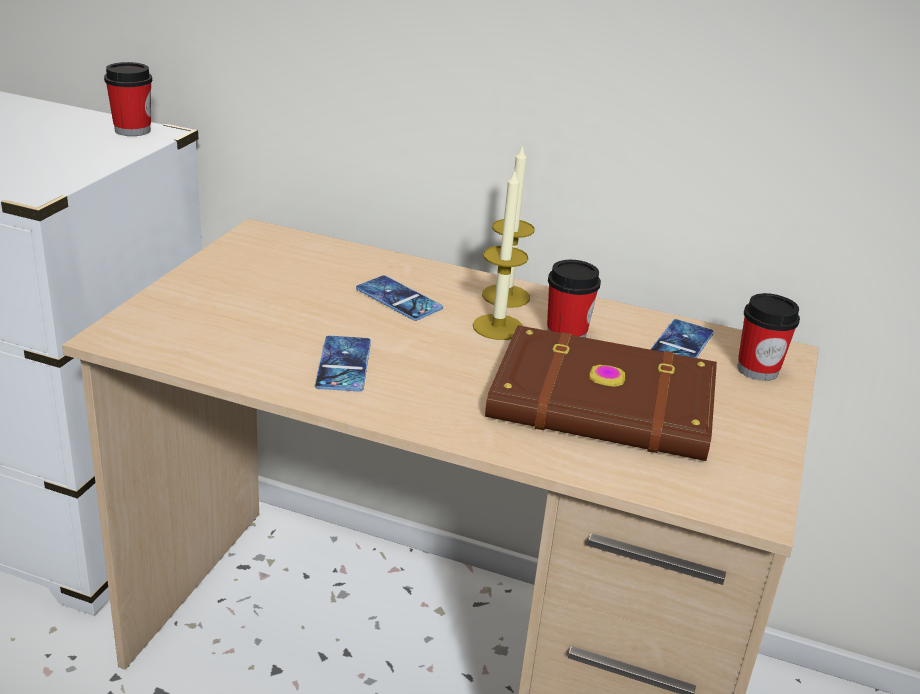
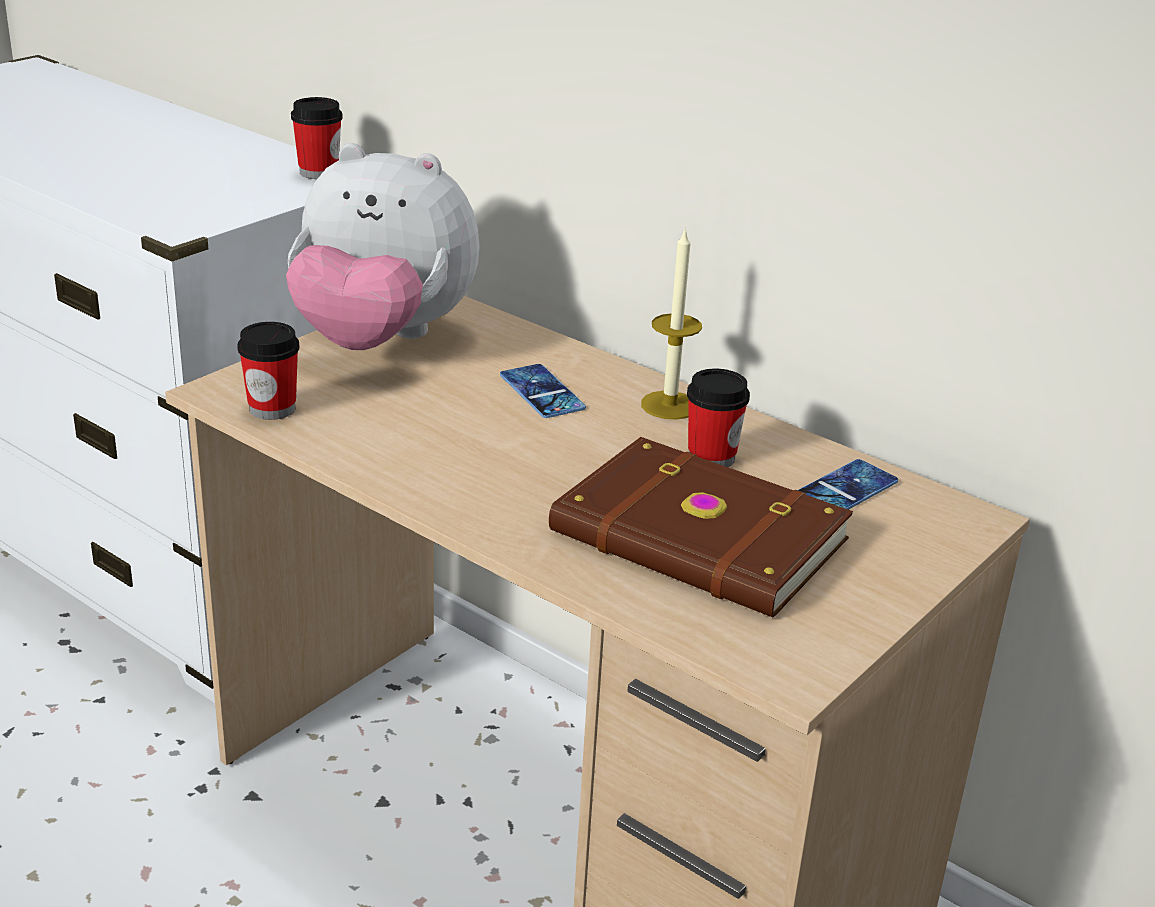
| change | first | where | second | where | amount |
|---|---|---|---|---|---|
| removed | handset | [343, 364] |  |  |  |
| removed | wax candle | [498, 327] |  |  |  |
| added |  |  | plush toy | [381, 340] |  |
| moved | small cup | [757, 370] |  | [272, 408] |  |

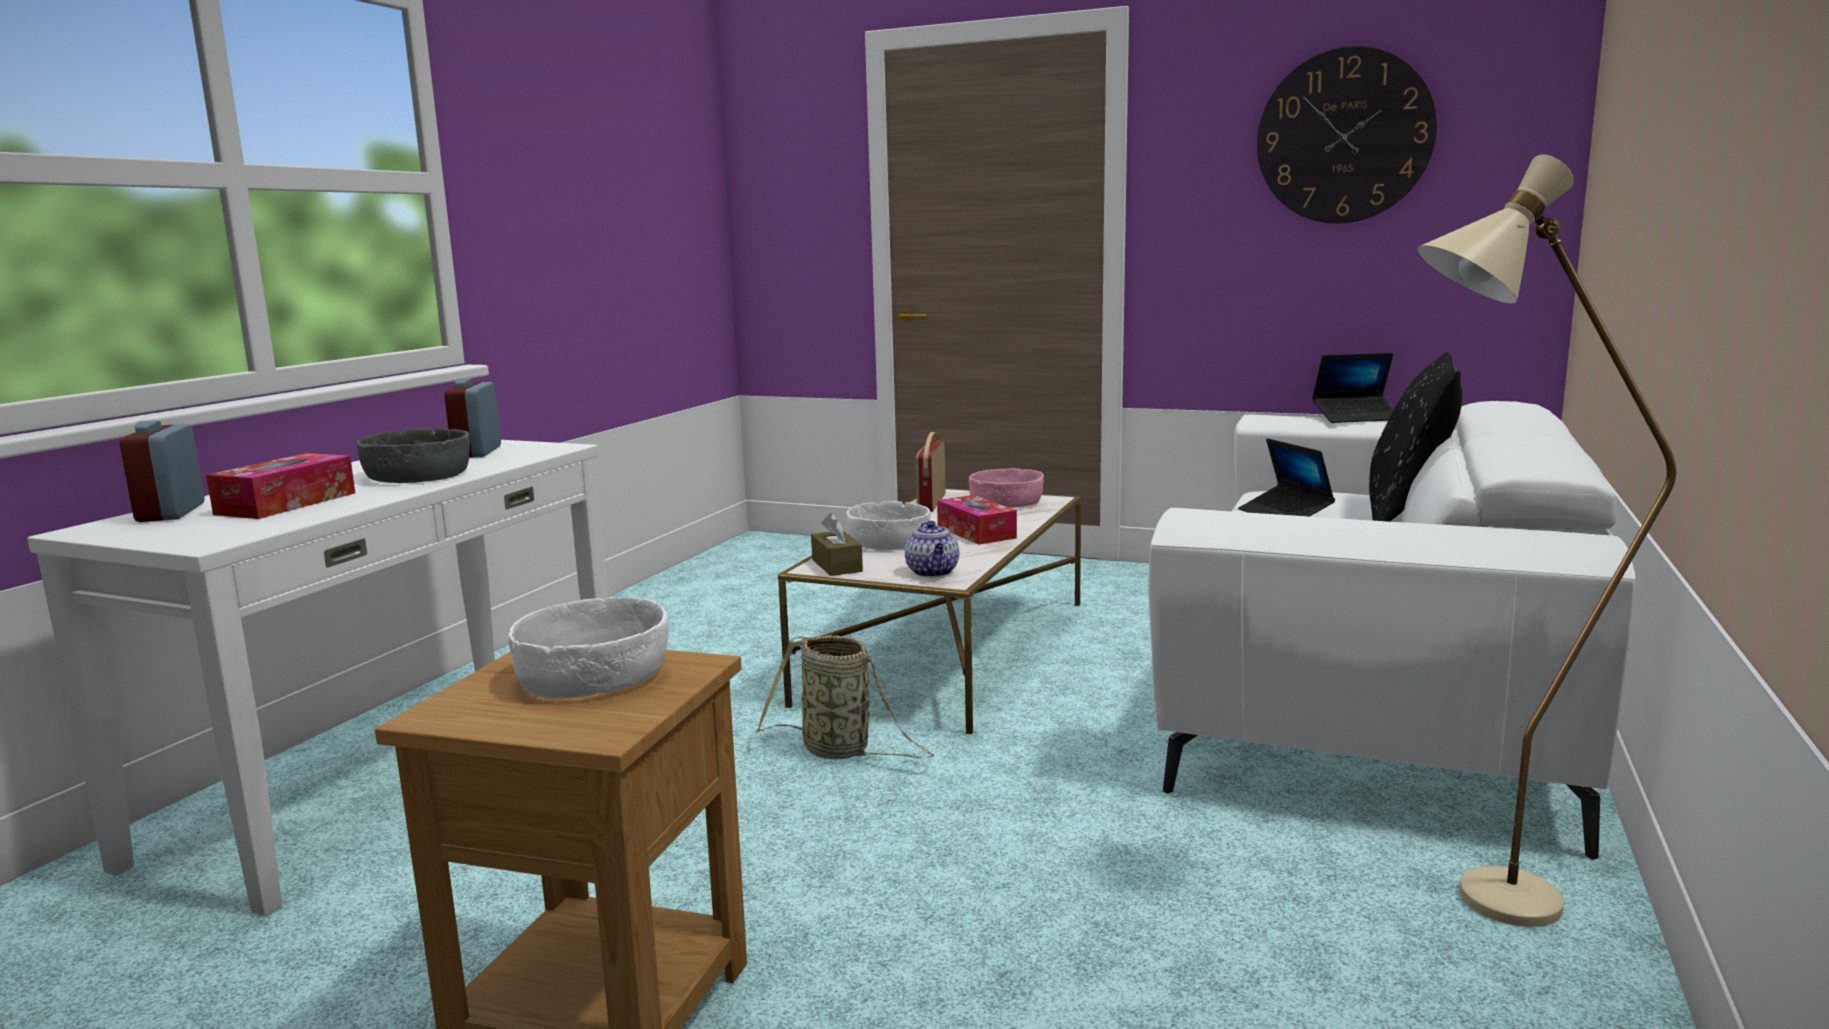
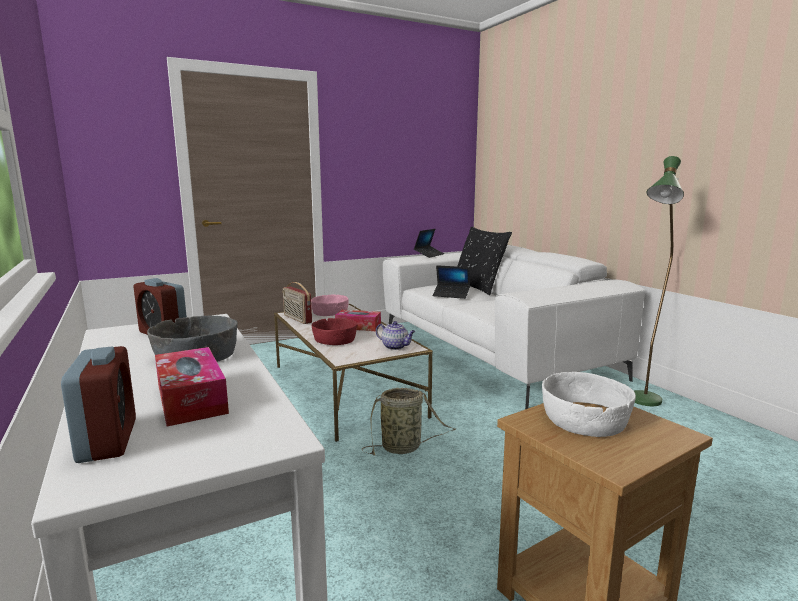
| change | first | where | second | where | amount |
|---|---|---|---|---|---|
| removed | tissue holder in brown-coloured | [837, 565] |  |  |  |
| removed | wall clock | [1344, 136] |  |  |  |
| recoloured | serving bowl in white-coloured | [889, 541] | serving bowl in red-coloured | [335, 340] |  |
| recoloured | standard lamp in sand-coloured | [1476, 904] | standard lamp in greenish | [643, 404] |  |
| turned | table clock | [171, 512] |  | [108, 440] | 135 degrees counterclockwise |

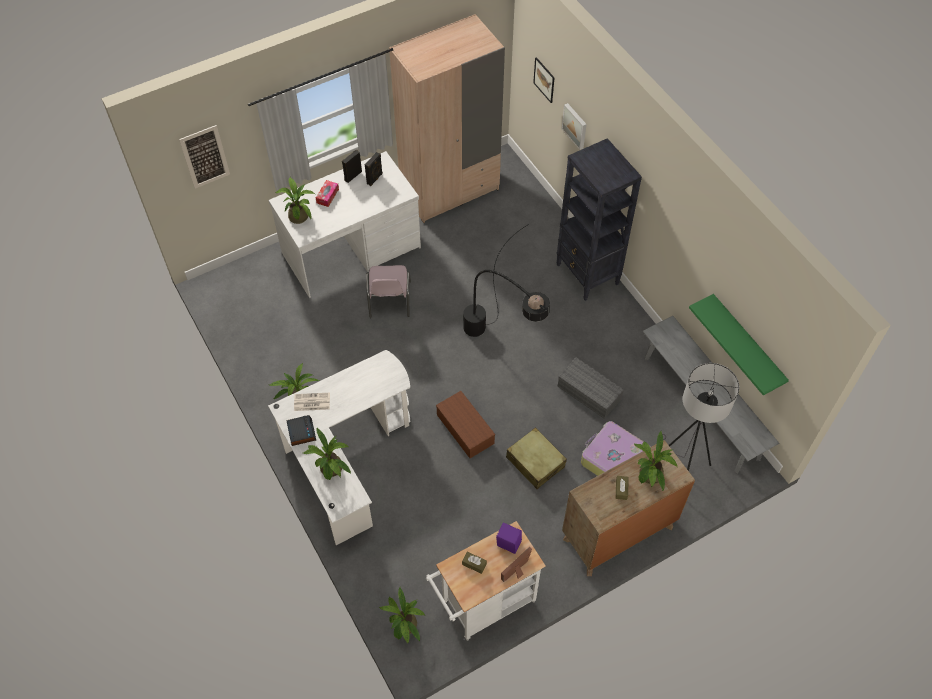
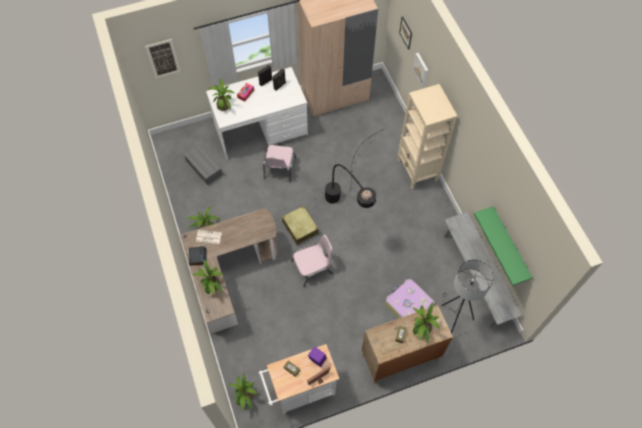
| change | first | where | second | where | amount |
|---|---|---|---|---|---|
| moved | travel case in sand-coloured | [535, 462] |  | [300, 227] |  |
| moved | storage container in grey | [590, 393] |  | [204, 168] |  |
| replaced | storage container in brown-coloured | [466, 429] | plain chair in pink | [313, 267] |  |
| recoloured | desk unit in white-coloured | [344, 457] | desk unit in brown-coloured | [229, 273] |  |
| recoloured | shelving unit in blackish | [587, 275] | shelving unit in sand-coloured | [417, 171] |  |

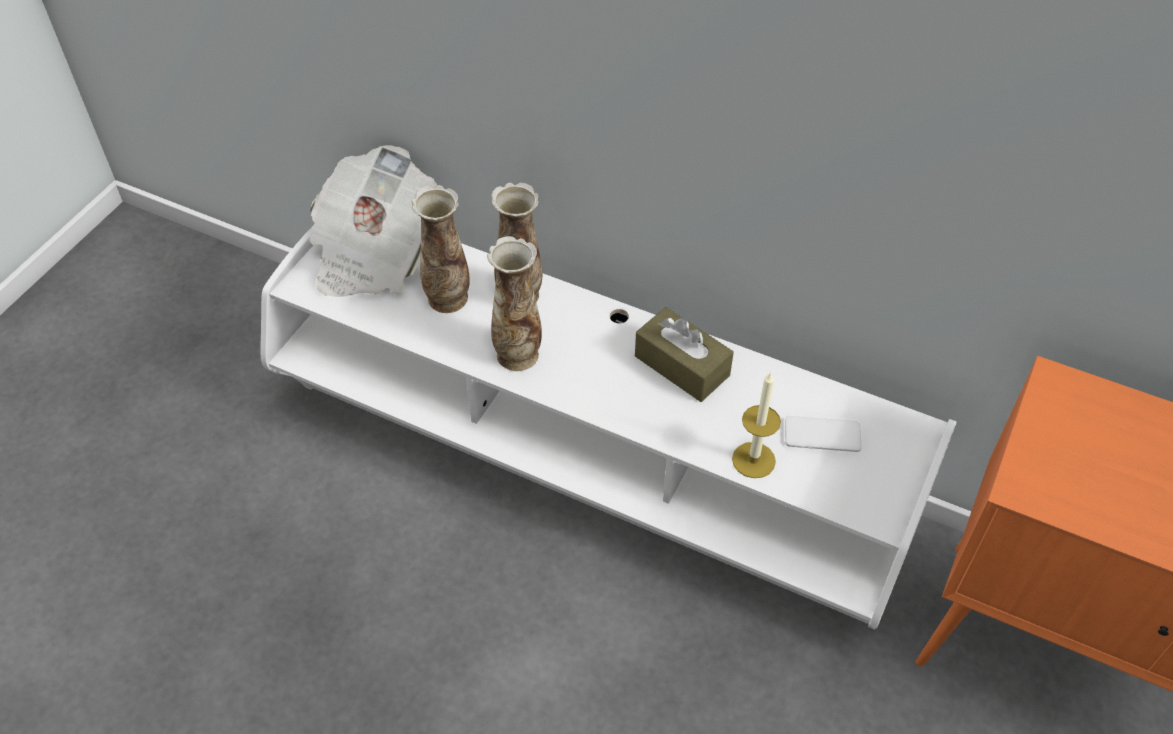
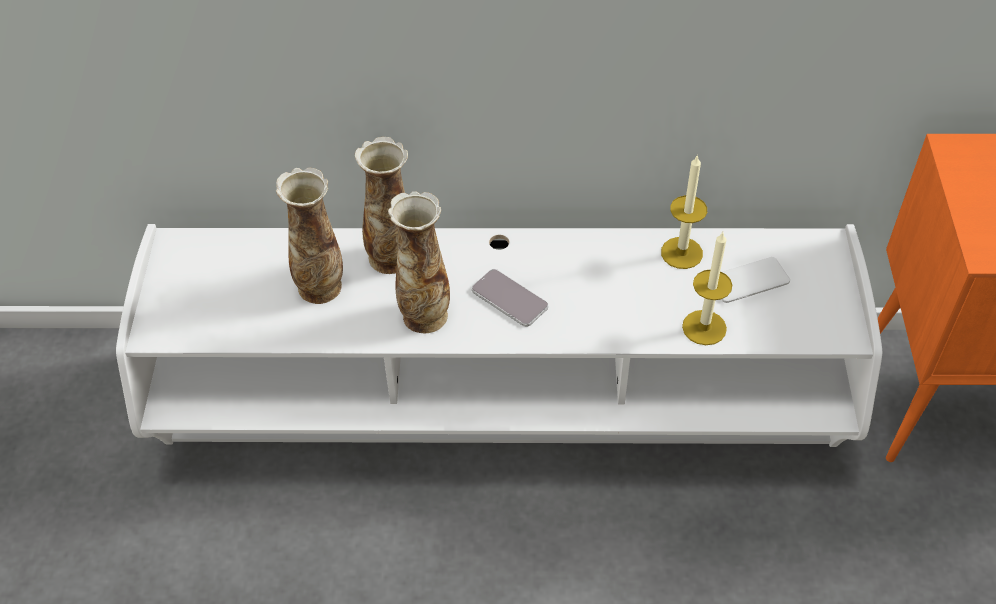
| change | first | where | second | where | amount |
|---|---|---|---|---|---|
| removed | printed paper | [374, 253] |  |  |  |
| removed | tissue holder in brown-coloured | [682, 366] |  |  |  |
| added |  |  | handset | [509, 299] |  |
| added |  |  | wax candle | [681, 253] |  |

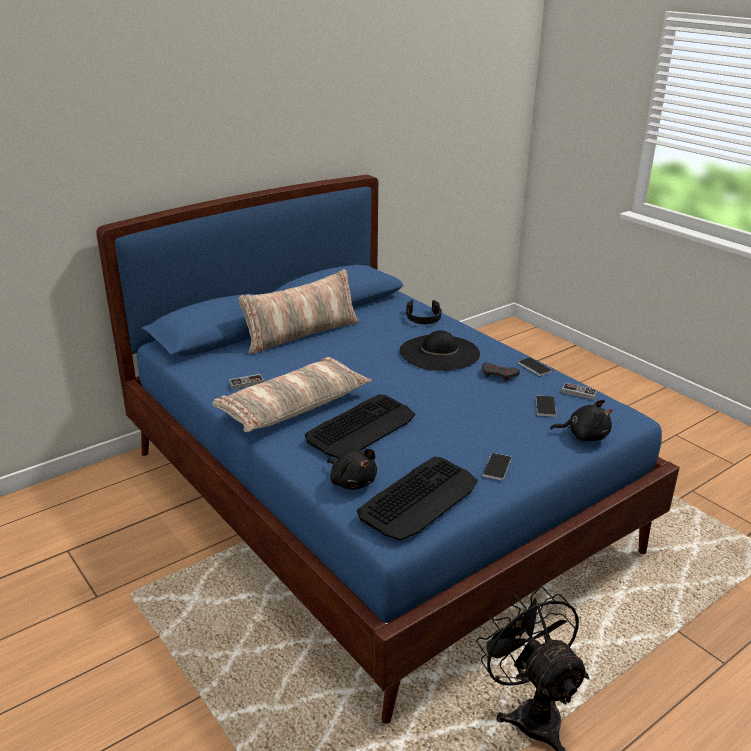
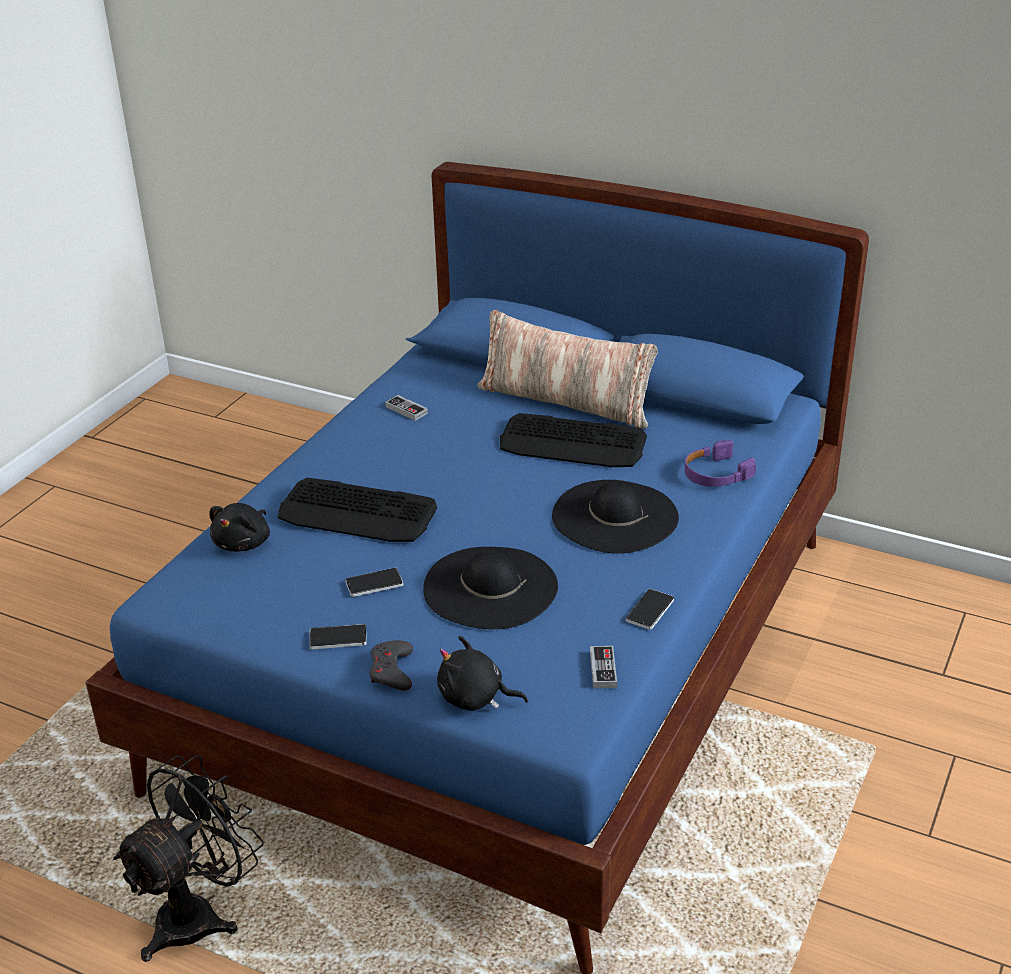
| change | first | where | second | where | amount |
|---|---|---|---|---|---|
| removed | cushion | [293, 406] |  |  |  |
| added |  |  | wearable hat in blackish | [490, 587] |  |
| moved | keyboard | [419, 498] |  | [573, 443] |  |
| moved | gamepad in grey | [499, 375] |  | [392, 670] |  |
| moved | handset | [545, 407] |  | [374, 584] |  |
| recoloured | headphones in blackish | [423, 318] | headphones in purplish | [715, 474] |  |
| turned | plush toy in blackish | [584, 435] |  | [475, 698] | 120 degrees clockwise |

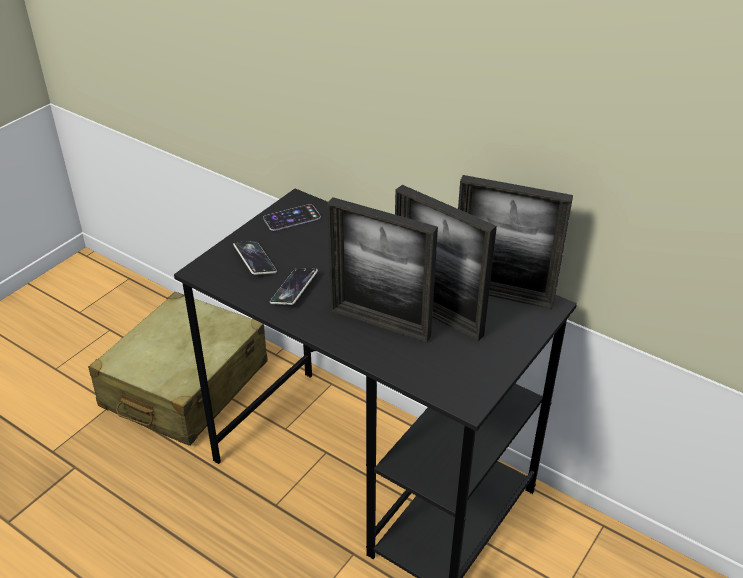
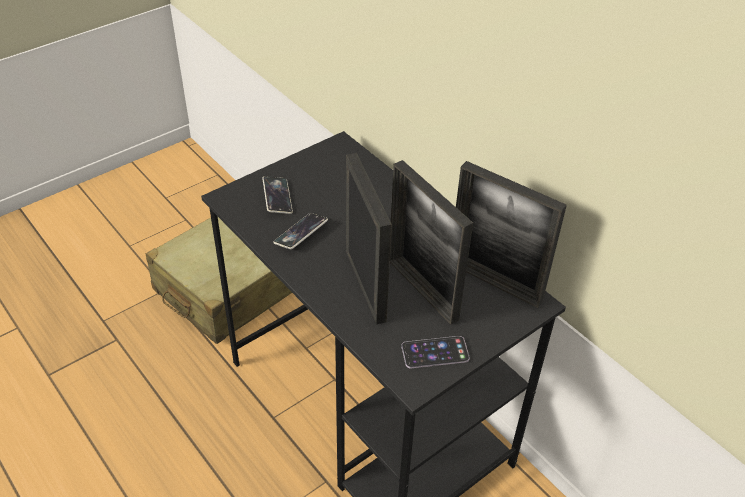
| change | first | where | second | where | amount |
|---|---|---|---|---|---|
| moved | handset | [292, 218] |  | [435, 352] |  |
| turned | picture frame | [380, 323] |  | [365, 285] | 150 degrees counterclockwise |

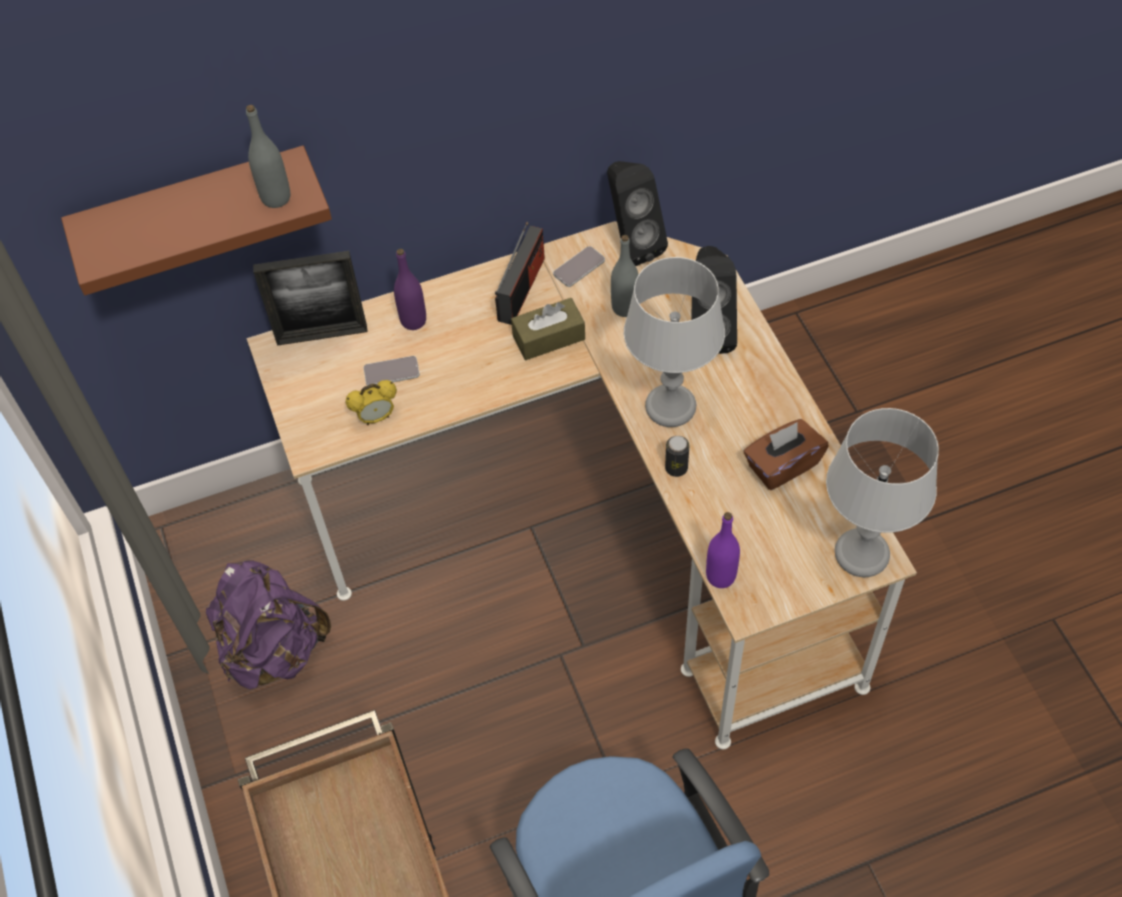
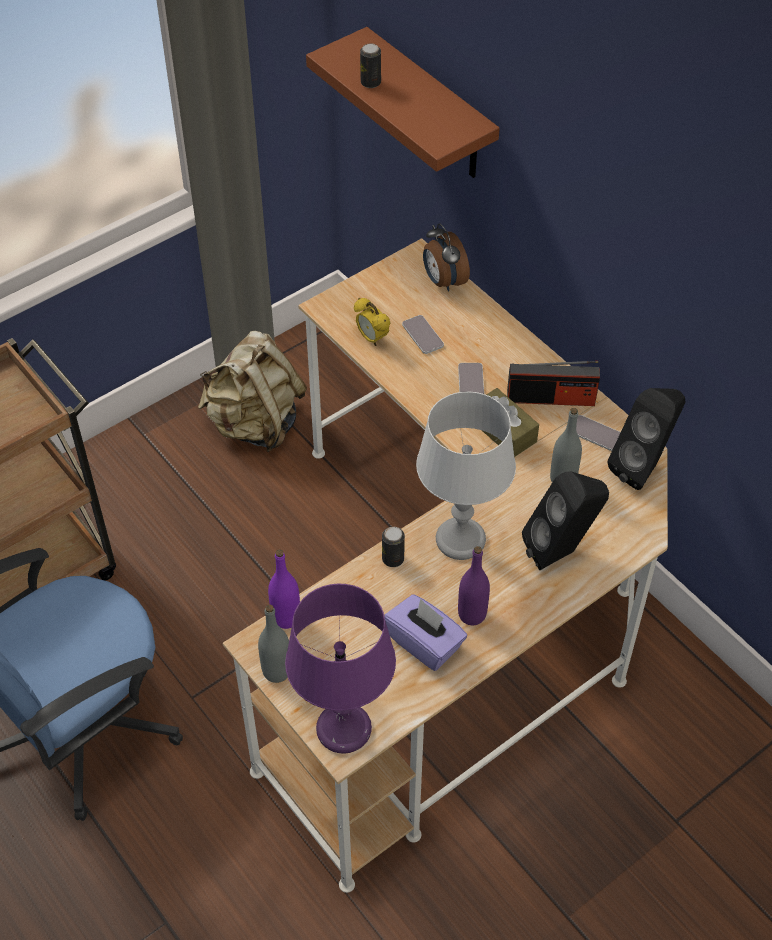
| change | first | where | second | where | amount |
|---|---|---|---|---|---|
| added |  |  | can | [370, 83] |  |
| added |  |  | handset | [471, 383] |  |
| moved | bottle in grey | [276, 198] |  | [277, 671] |  |
| moved | bottle in purplish | [413, 321] |  | [472, 614] |  |
| replaced | picture frame | [322, 335] | table clock | [443, 281] |  |
| recoloured | rucksack in purplish | [274, 648] | rucksack in sand-coloured | [255, 424] |  |
| recoloured | tissue holder in brown-coloured | [782, 465] | tissue holder in purplish | [425, 643] |  |
| recoloured | table lamp in grey | [861, 554] | table lamp in purplish | [343, 728] |  |

